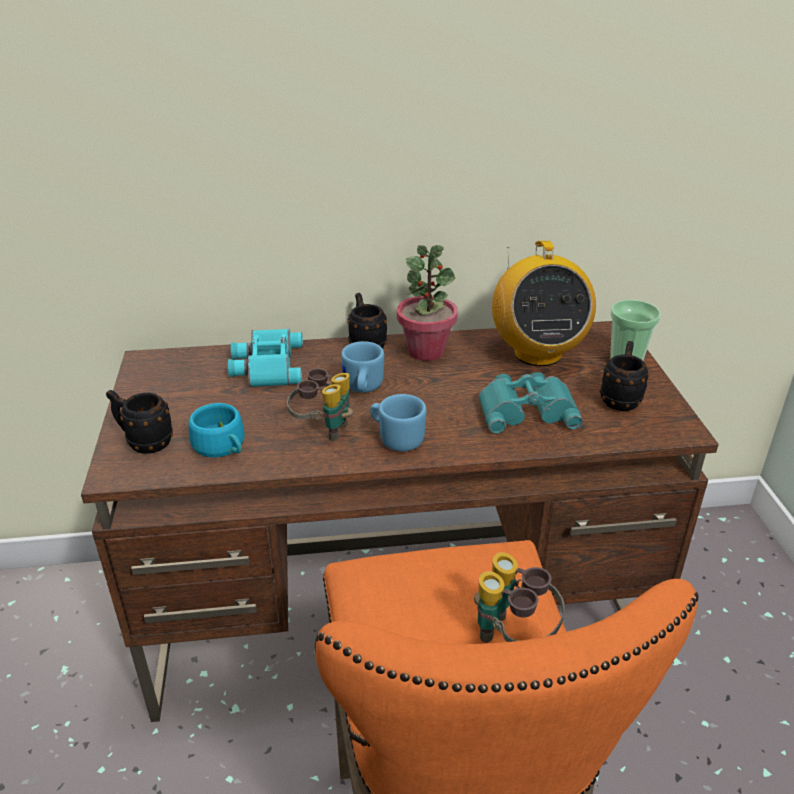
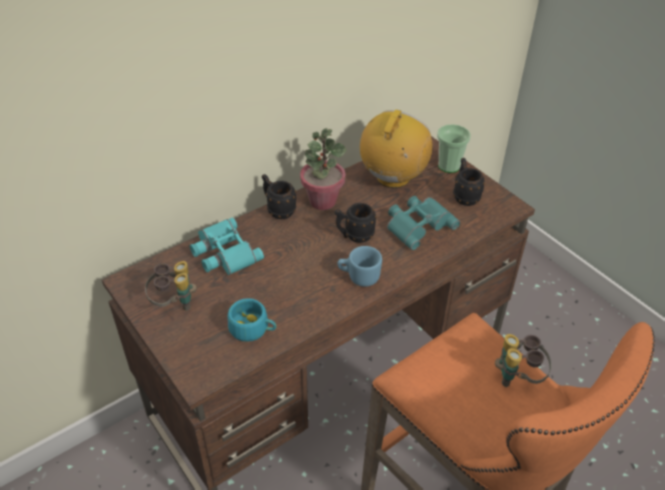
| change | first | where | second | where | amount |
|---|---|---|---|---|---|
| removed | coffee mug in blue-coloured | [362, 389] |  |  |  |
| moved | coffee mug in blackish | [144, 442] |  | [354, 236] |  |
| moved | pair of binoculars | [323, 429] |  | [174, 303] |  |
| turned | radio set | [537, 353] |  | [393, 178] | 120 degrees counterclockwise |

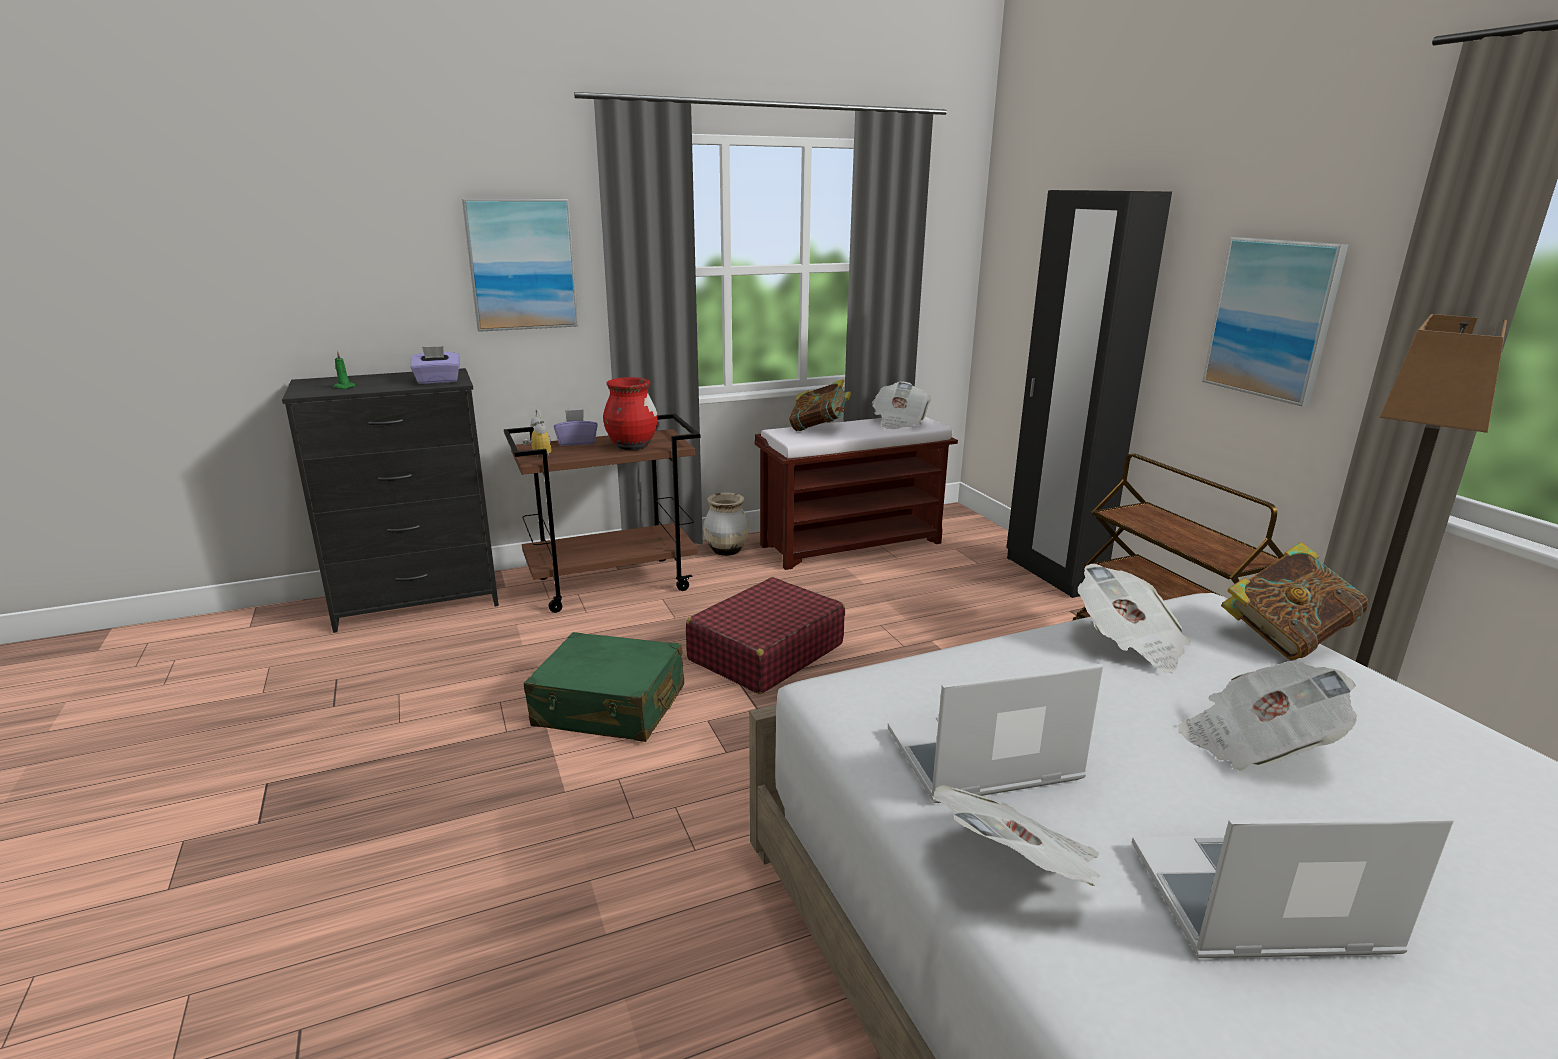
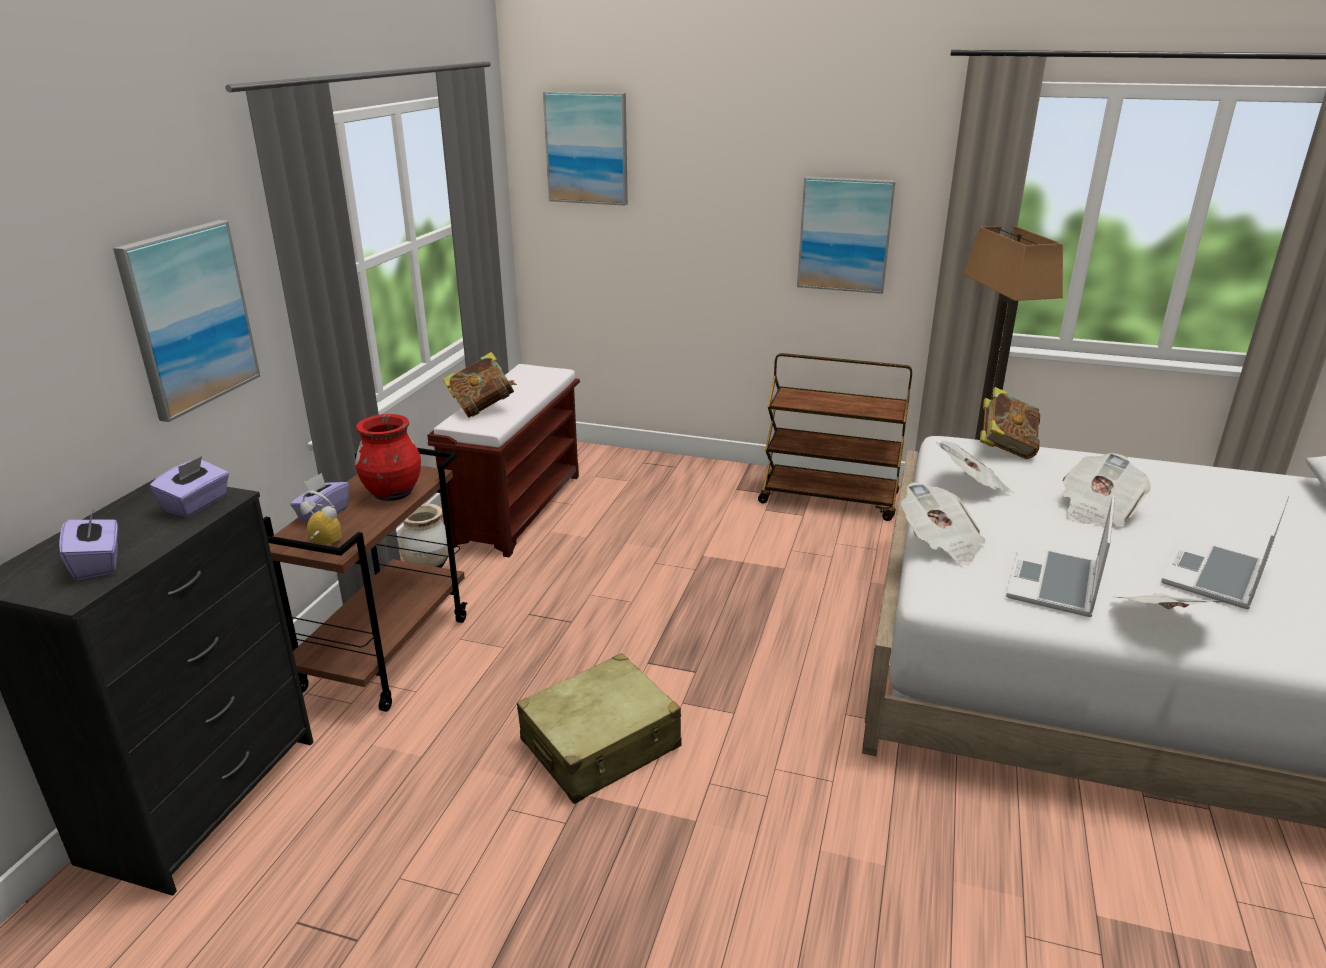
| change | first | where | second | where | amount |
|---|---|---|---|---|---|
| removed | travel case in red-coloured | [765, 652] |  |  |  |
| removed | wardrobe in blackish | [1052, 574] |  |  |  |
| added |  |  | wall art | [587, 148] |  |
| moved | printed paper | [899, 422] |  | [940, 543] |  |
| replaced | wax candle in greenish | [343, 387] | tissue holder in purplish | [98, 563] |  |
| recoloured | travel case in greenish | [610, 707] | travel case in sand-coloured | [601, 745] |  |

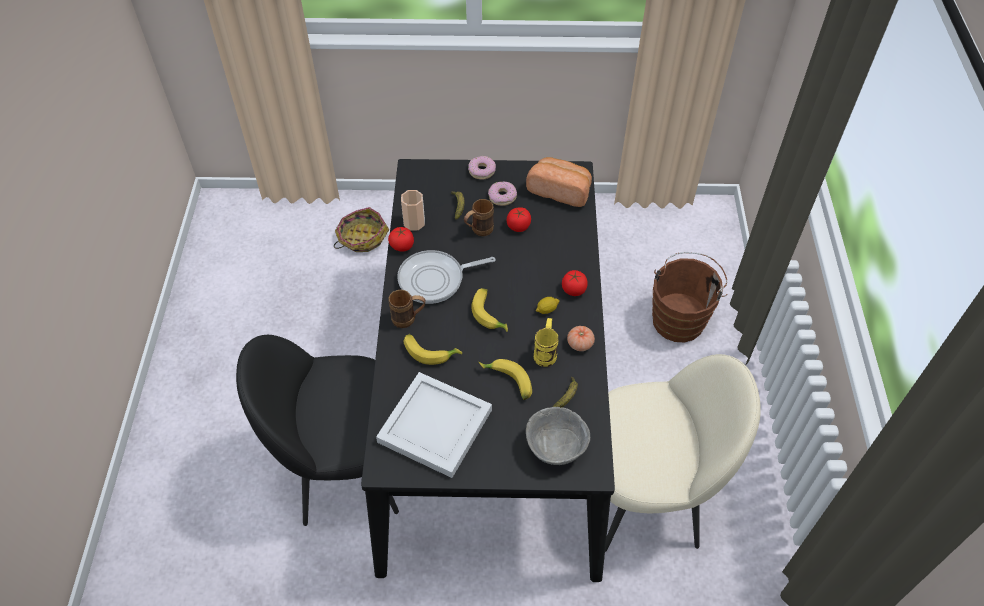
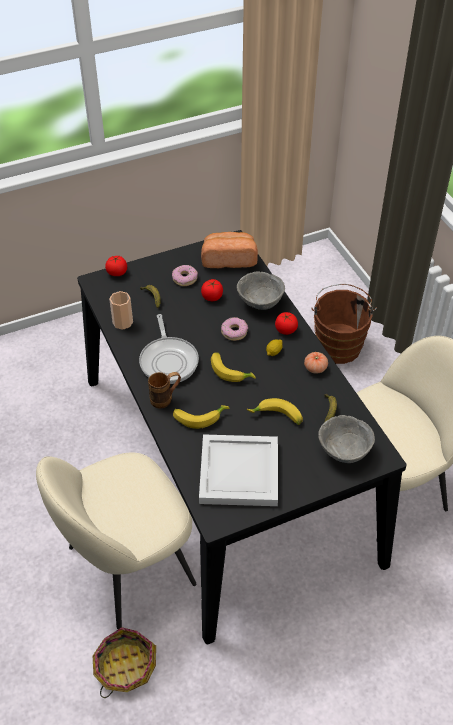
| change | first | where | second | where | amount |
|---|---|---|---|---|---|
| removed | coffee mug in brown-coloured | [478, 231] |  |  |  |
| removed | coffee mug in yellowish | [546, 352] |  |  |  |
| added |  |  | serving bowl in grey | [259, 302] |  |
| moved | household basket | [362, 237] |  | [124, 667] |  |
| moved | whole tomato | [402, 246] |  | [117, 272] |  |
| moved | doughnut | [481, 171] |  | [234, 332] |  |
| recoloured | plain chair in blackish | [343, 467] | plain chair in sand-coloured | [127, 567] |  |
| turned | pan | [435, 279] |  | [168, 360] | 60 degrees counterclockwise |

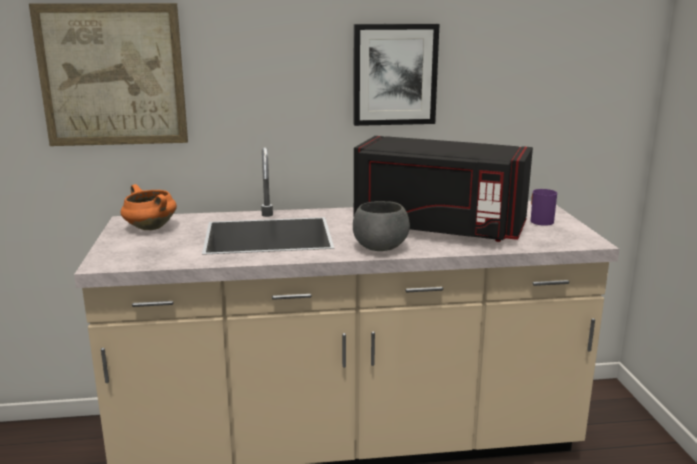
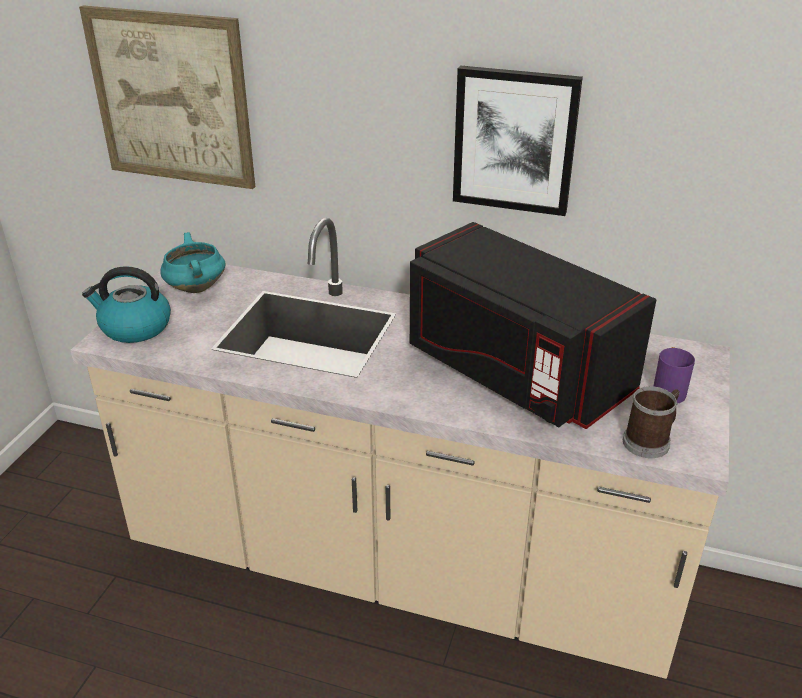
| change | first | where | second | where | amount |
|---|---|---|---|---|---|
| removed | serving bowl in grey | [381, 248] |  |  |  |
| added |  |  | tea kettle | [134, 328] |  |
| added |  |  | coffee mug | [650, 441] |  |
| recoloured | stockpot in orange-coloured | [149, 228] | stockpot in turquoise-coloured | [195, 287] |  |

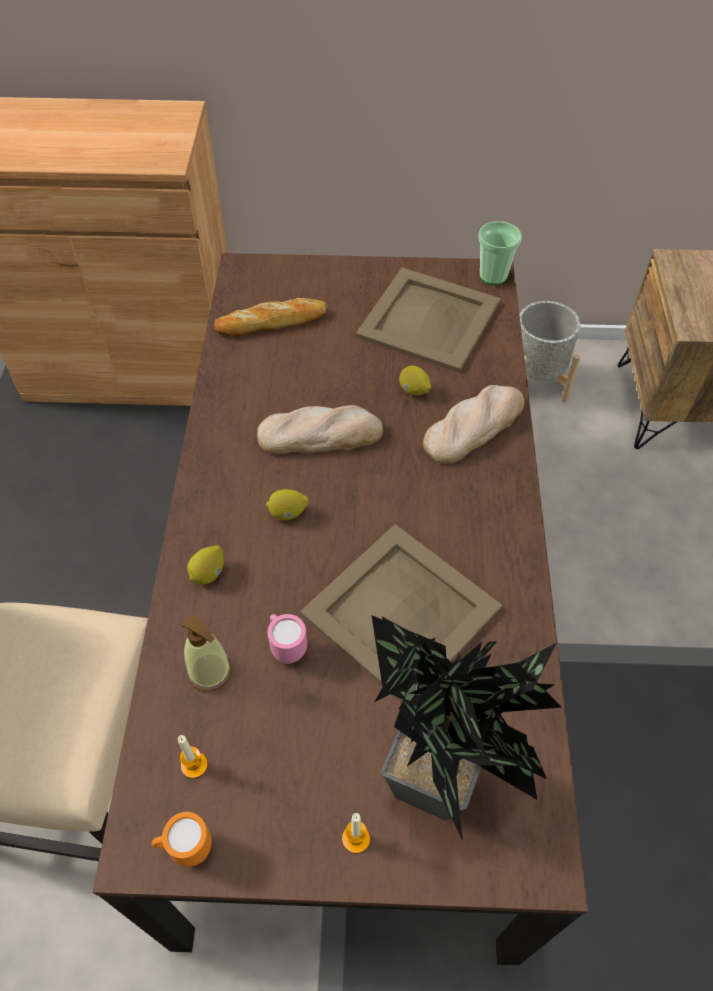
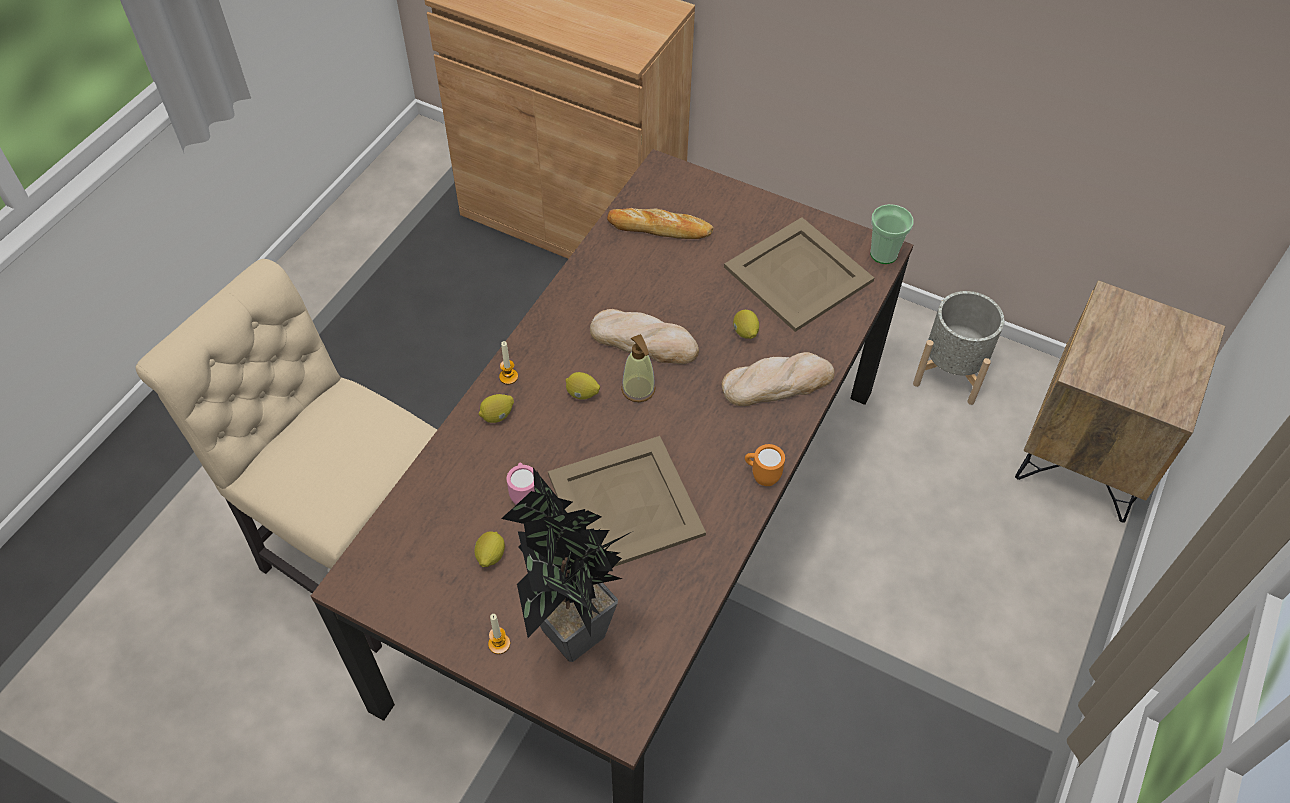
| change | first | where | second | where | amount |
|---|---|---|---|---|---|
| added |  |  | citrus fruit | [490, 556] |  |
| moved | coffee mug in orange-coloured | [186, 849] |  | [761, 476] |  |
| moved | wax candle | [194, 765] |  | [508, 377] |  |
| moved | soap bottle | [210, 672] |  | [638, 389] |  |

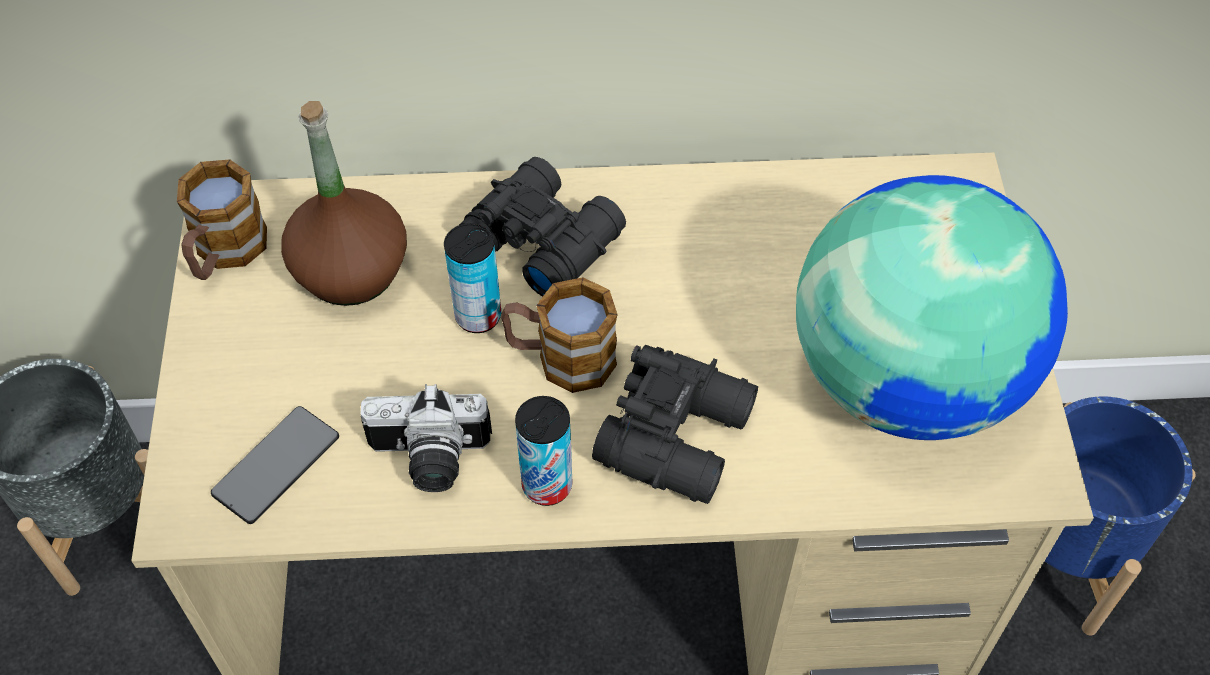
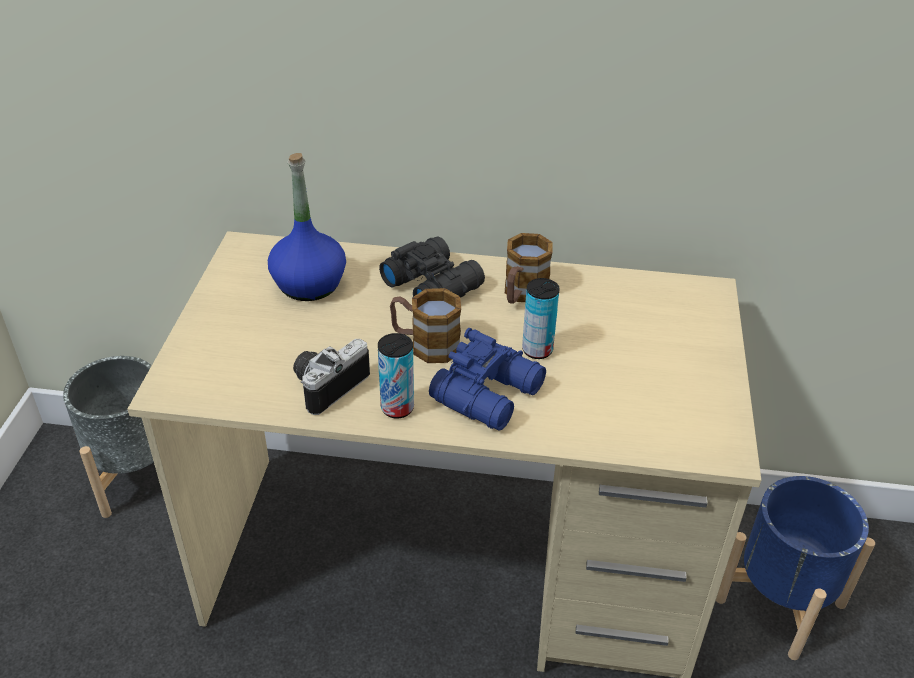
| change | first | where | second | where | amount |
|---|---|---|---|---|---|
| removed | handset | [276, 465] |  |  |  |
| removed | globe | [906, 377] |  |  |  |
| moved | coffee mug | [225, 253] |  | [522, 294] |  |
| moved | can | [478, 316] |  | [537, 350] |  |
| recoloured | bottle in brown-coloured | [350, 270] | bottle in blue-coloured | [309, 284] |  |
| recoloured | pair of binoculars in blackish | [680, 434] | pair of binoculars in blue-coloured | [491, 394] |  |
| turned | still camera | [429, 460] |  | [326, 384] | 120 degrees clockwise |

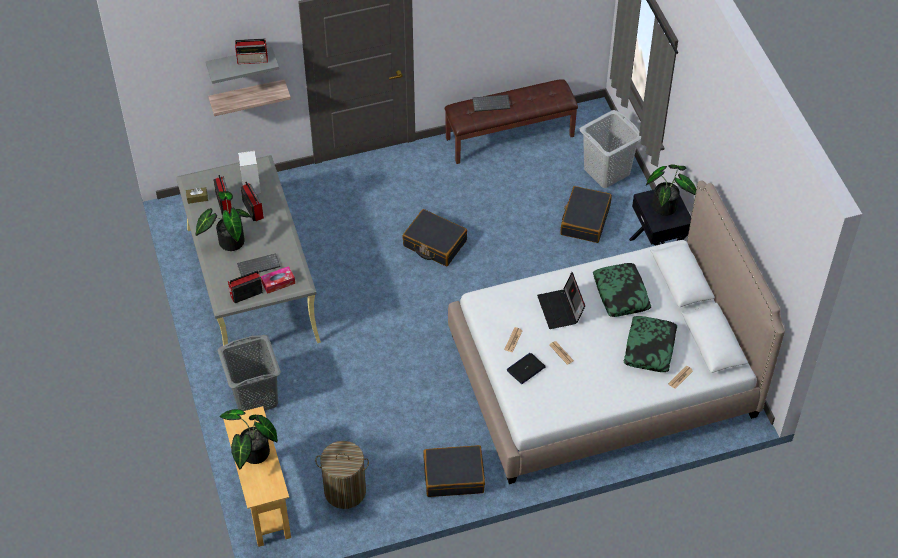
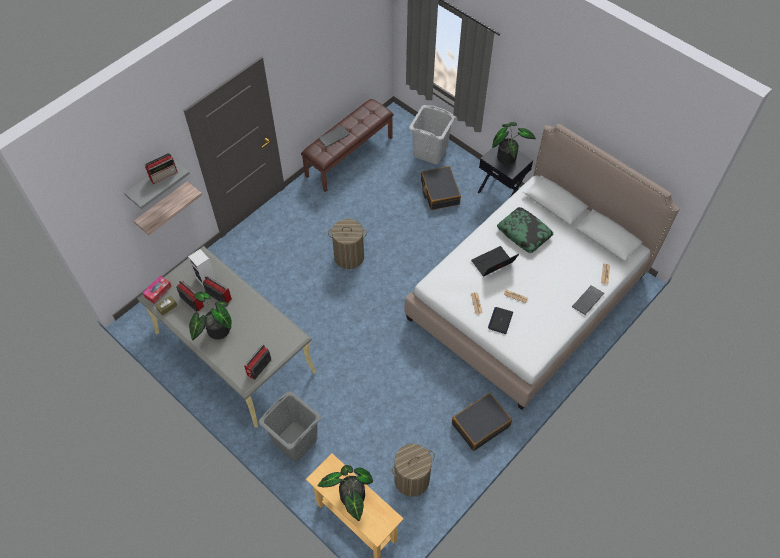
| change | first | where | second | where | amount |
|---|---|---|---|---|---|
| removed | cushion | [650, 348] |  |  |  |
| moved | keyboard | [258, 266] |  | [588, 301] |  |
| moved | tissue holder | [278, 283] |  | [158, 291] |  |
| replaced | travel case in blackish | [434, 243] | washing basket | [349, 257] |  |
| turned | notebook computer | [560, 310] |  | [493, 264] | 105 degrees clockwise |

